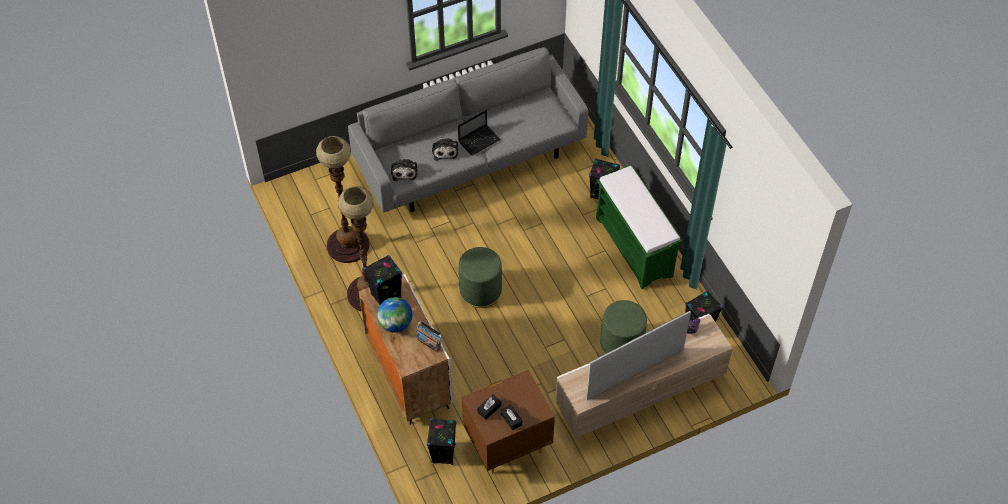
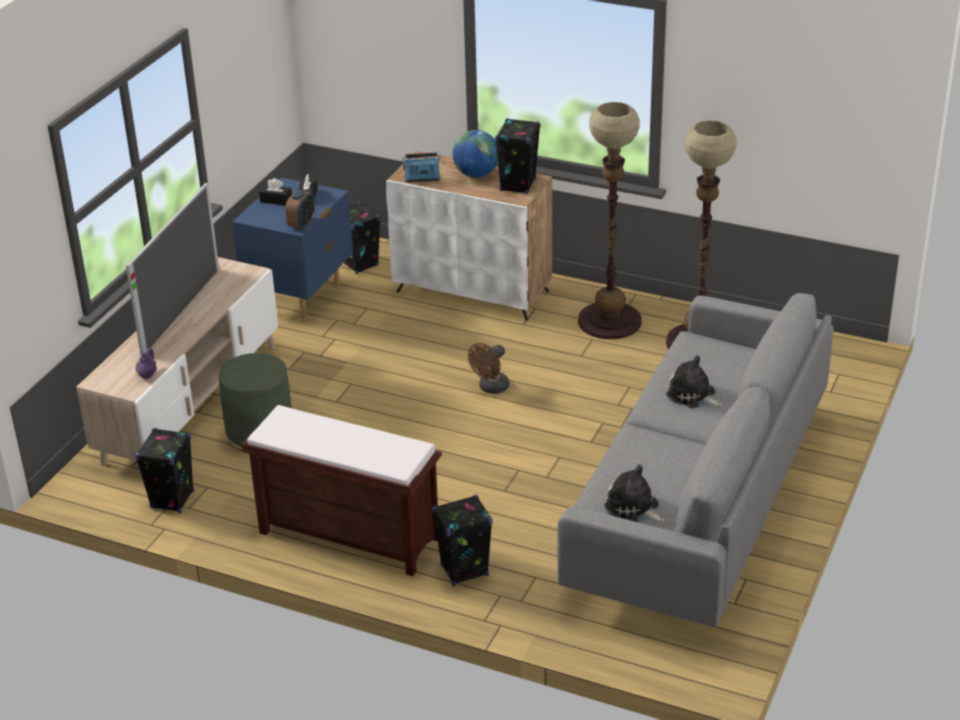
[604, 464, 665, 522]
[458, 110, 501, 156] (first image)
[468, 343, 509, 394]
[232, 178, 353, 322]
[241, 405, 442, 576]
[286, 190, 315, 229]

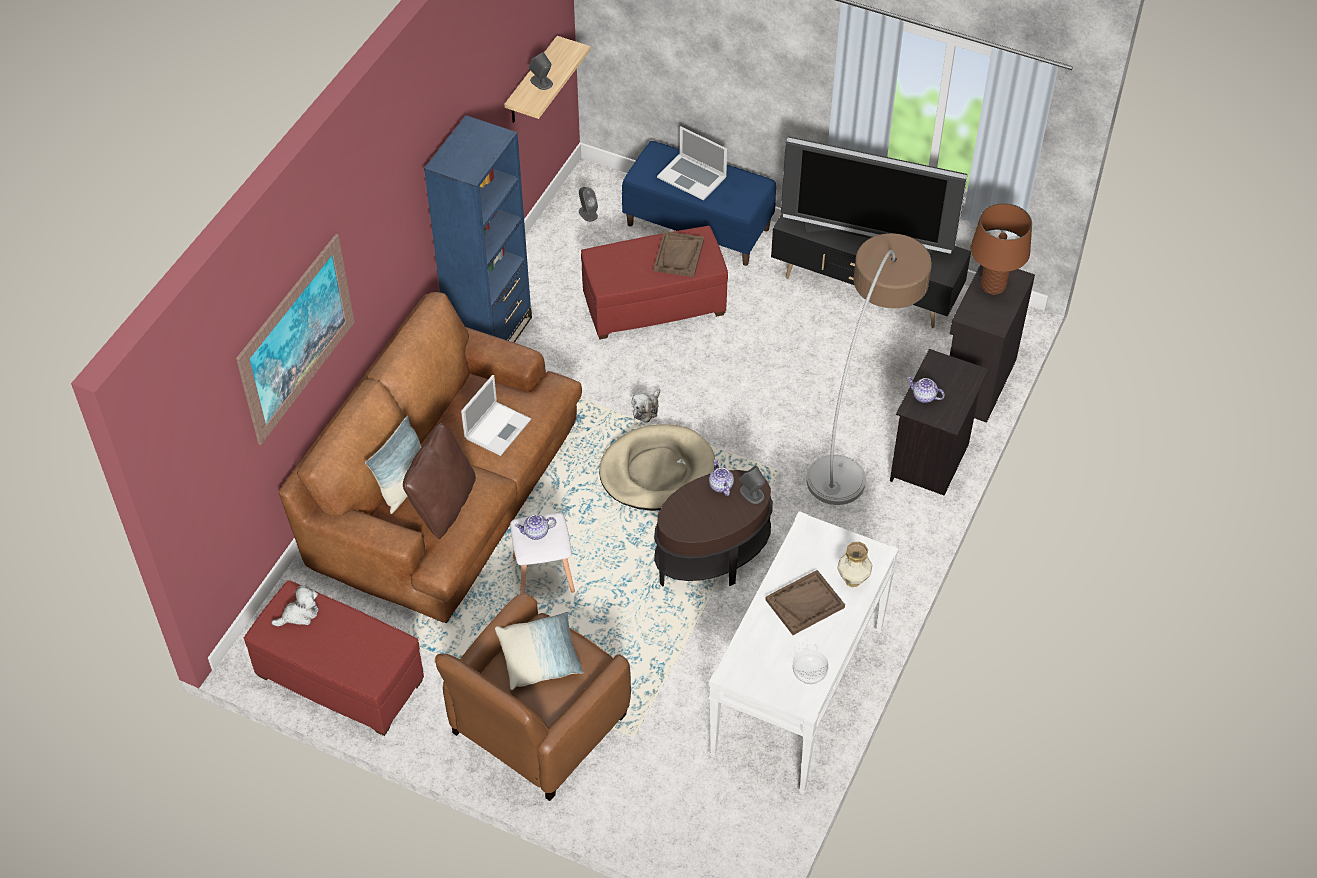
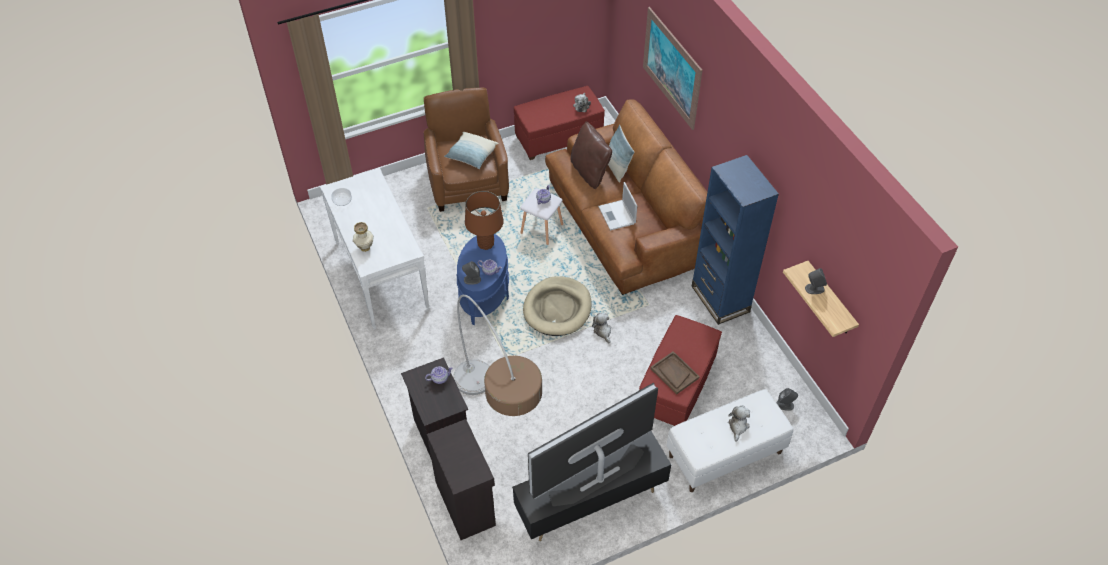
[667, 389, 793, 492]
[457, 234, 509, 325]
[728, 406, 750, 442]
[765, 570, 845, 635] (first image)
[465, 191, 504, 250]

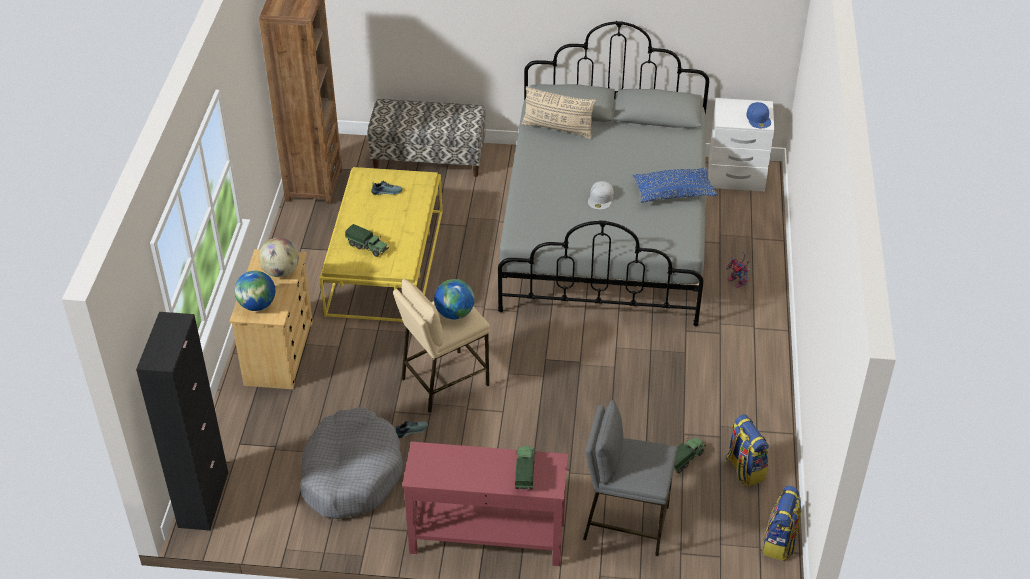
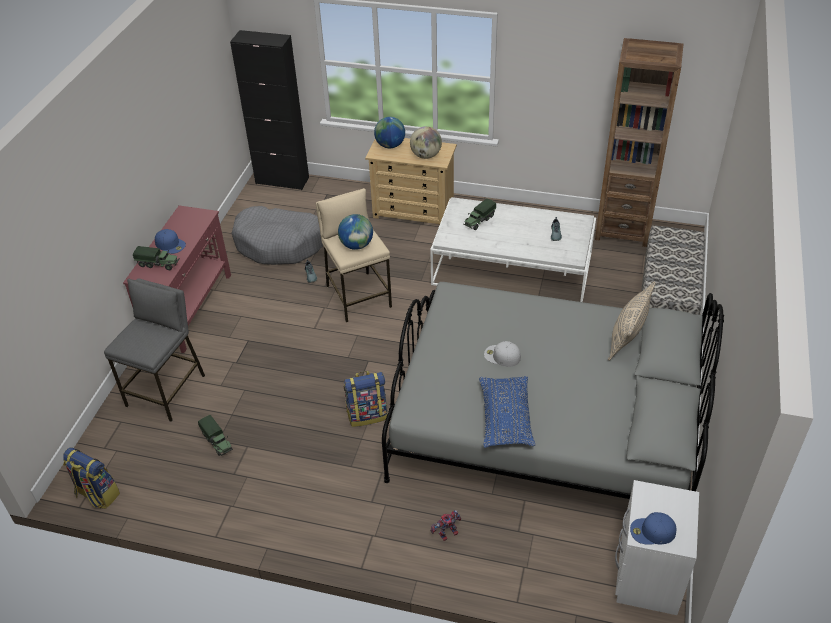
[430, 197, 596, 302]
[344, 371, 388, 427]
[155, 229, 186, 254]

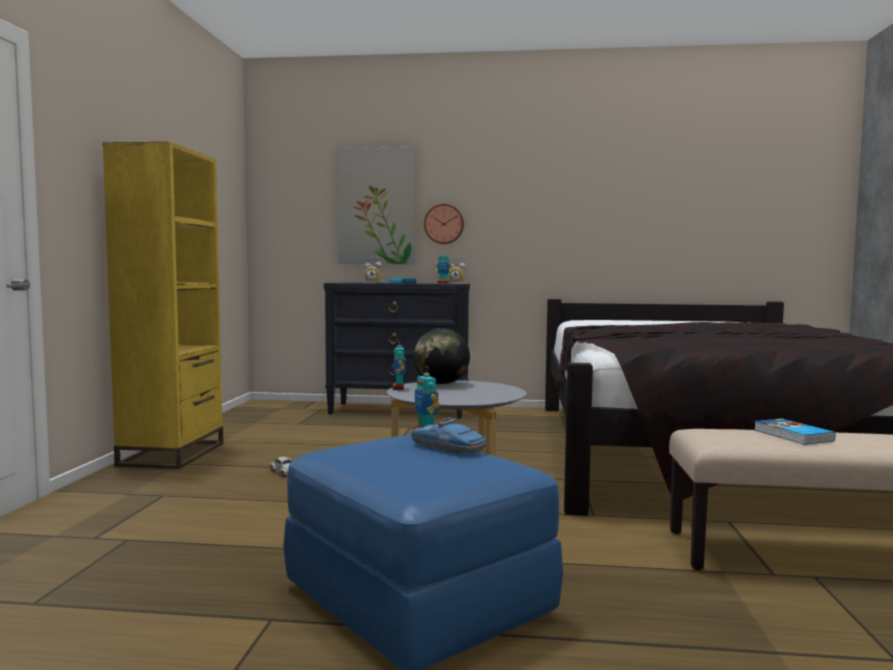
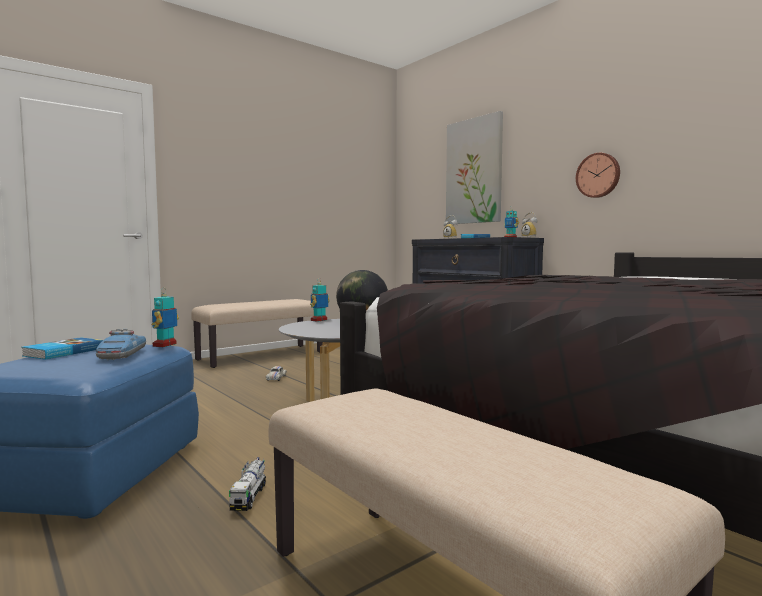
[191, 299, 323, 368]
[576, 153, 620, 198]
[21, 337, 103, 360]
[229, 457, 266, 511]

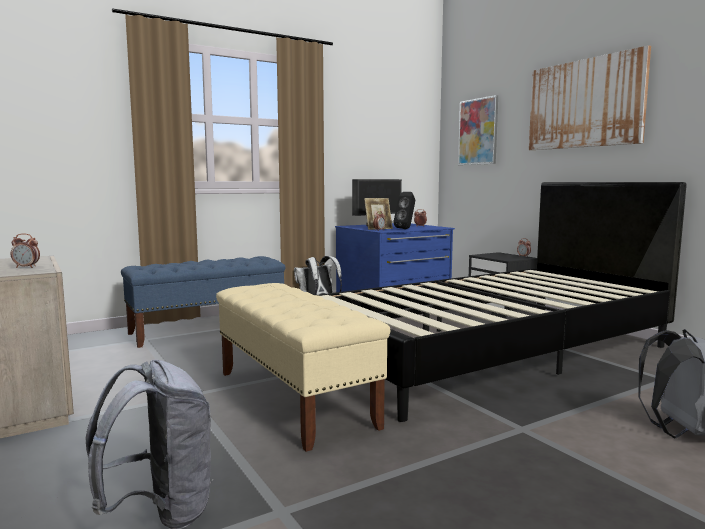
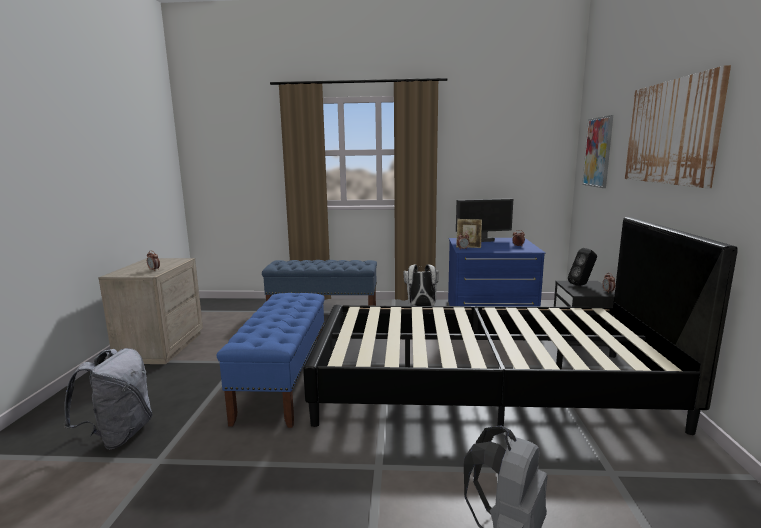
[217, 293, 325, 428]
[568, 248, 597, 286]

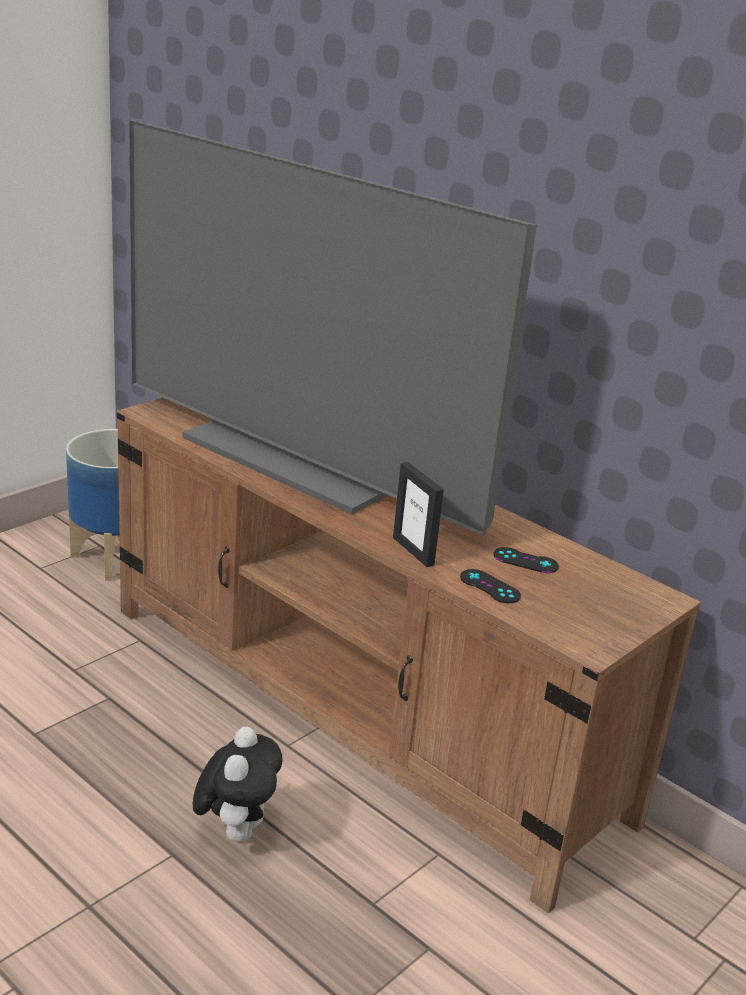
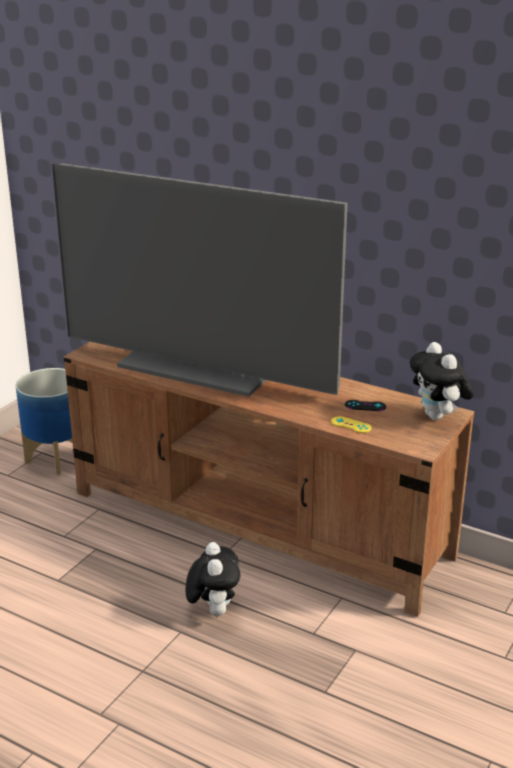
[393, 462, 444, 567] (first image)
[331, 416, 372, 433]
[410, 342, 474, 420]

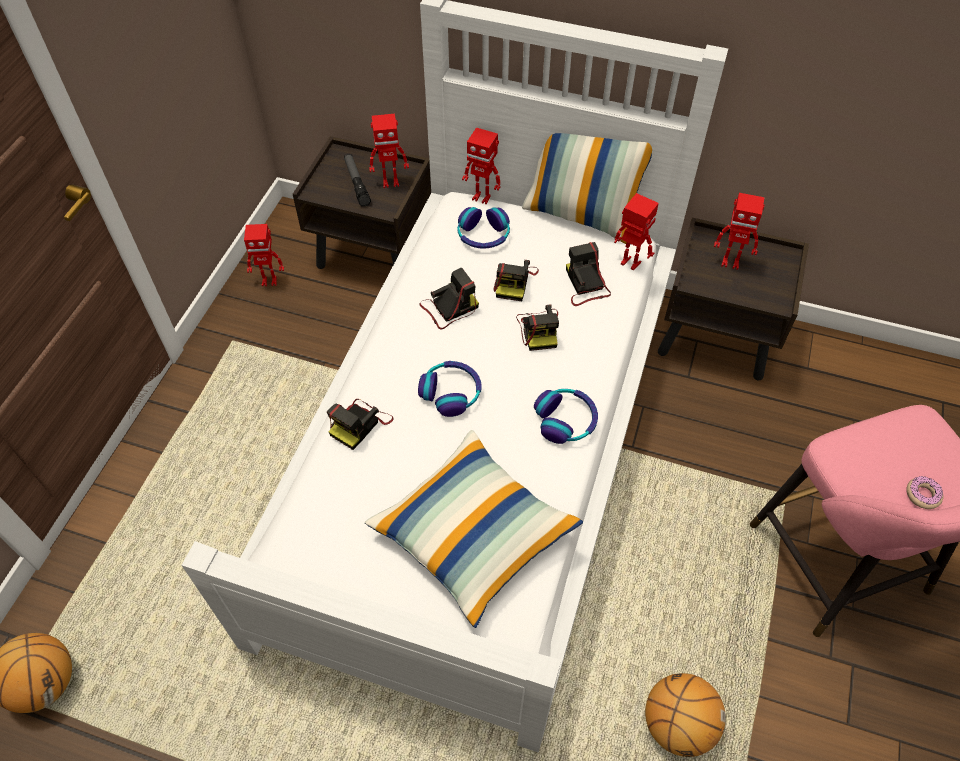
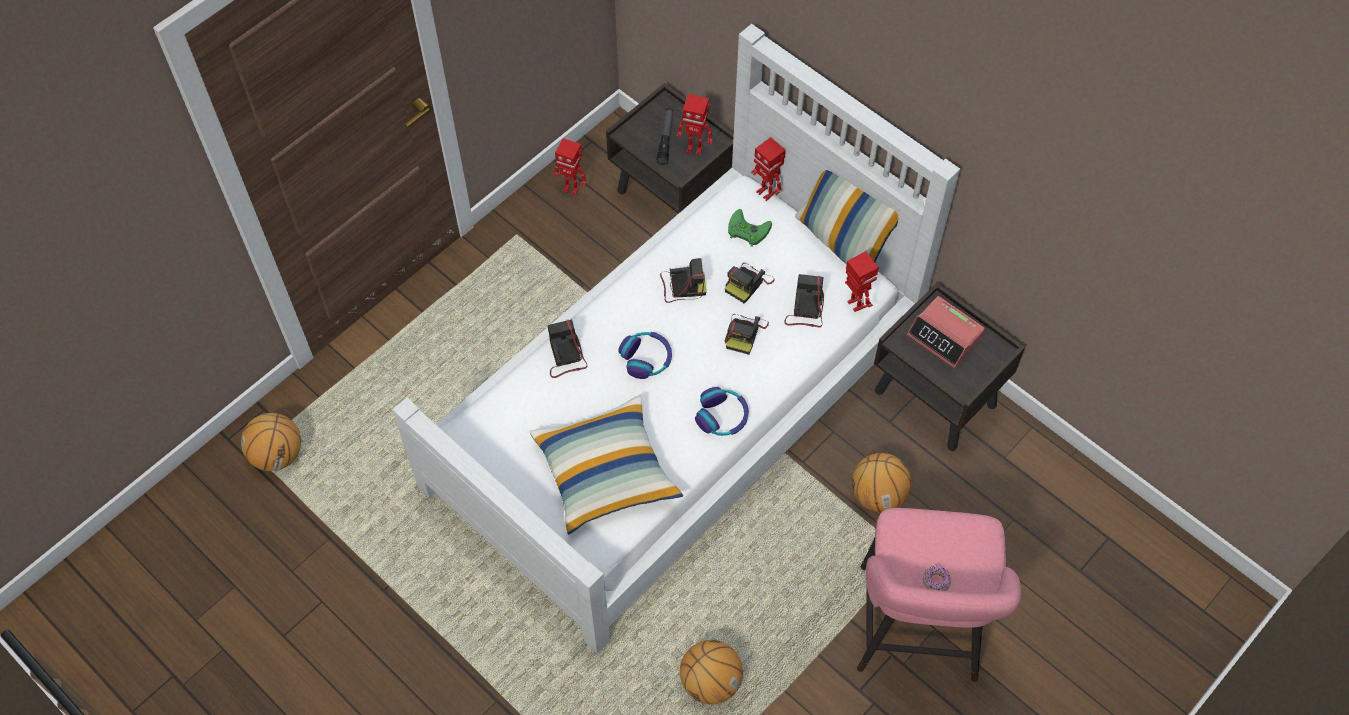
[548, 319, 587, 378]
[728, 209, 772, 247]
[907, 296, 985, 368]
[852, 453, 911, 512]

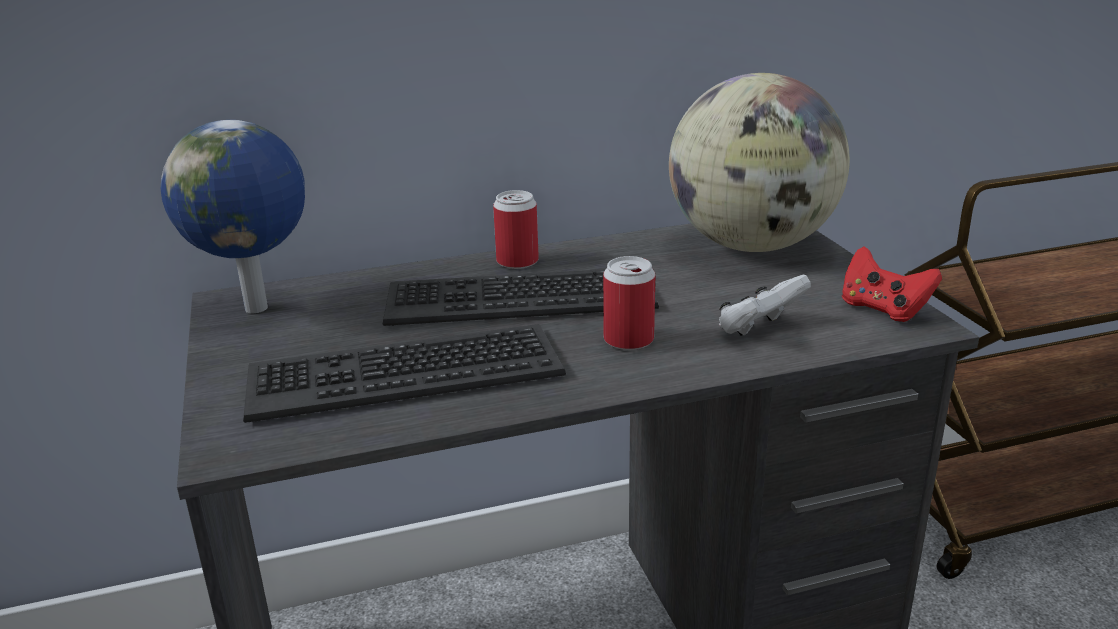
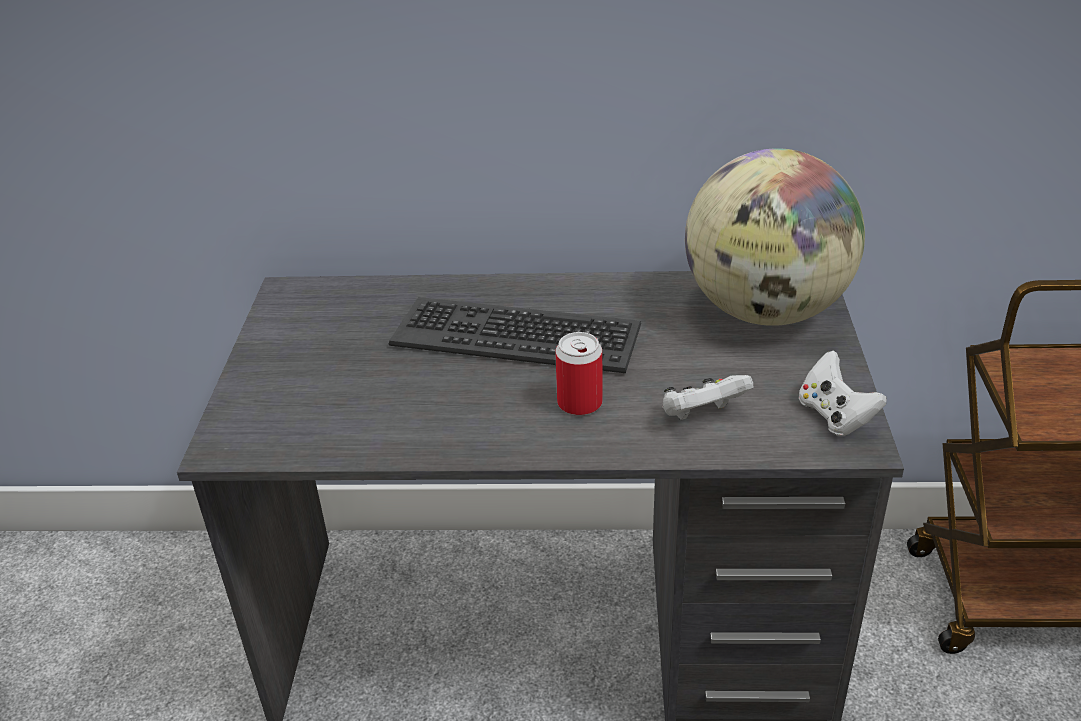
[161, 120, 305, 313] (first image)
[243, 324, 566, 423] (first image)
[493, 190, 539, 269] (first image)
[799, 350, 887, 436]

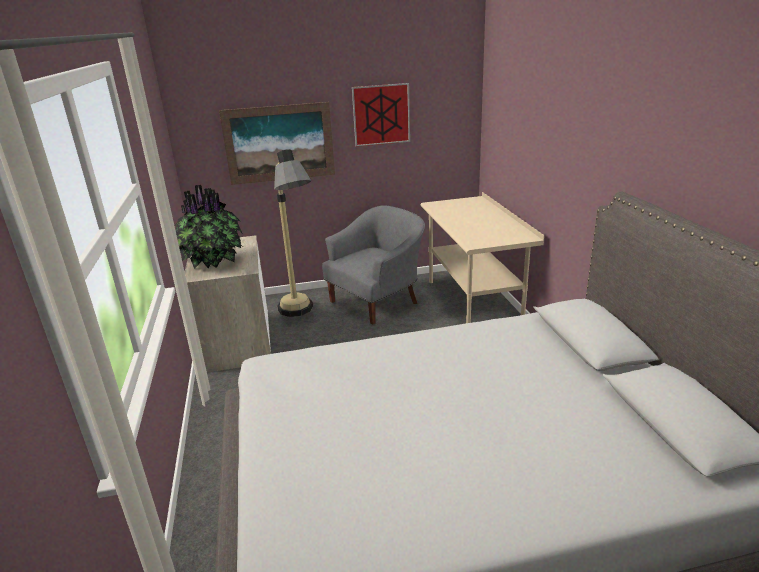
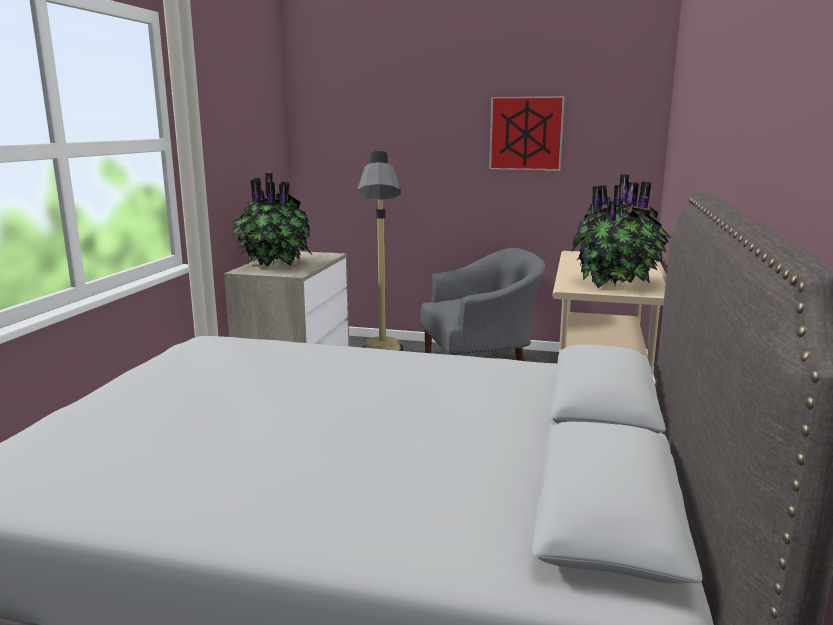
[219, 102, 335, 185] (first image)
[571, 175, 671, 288]

